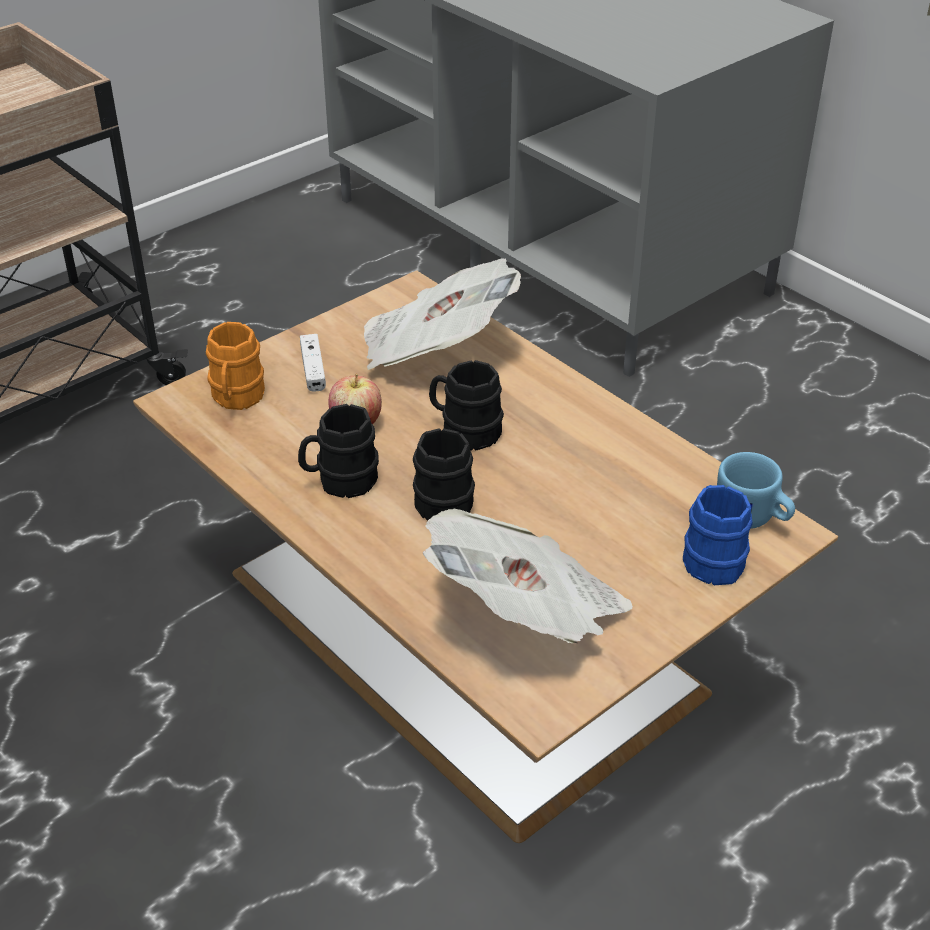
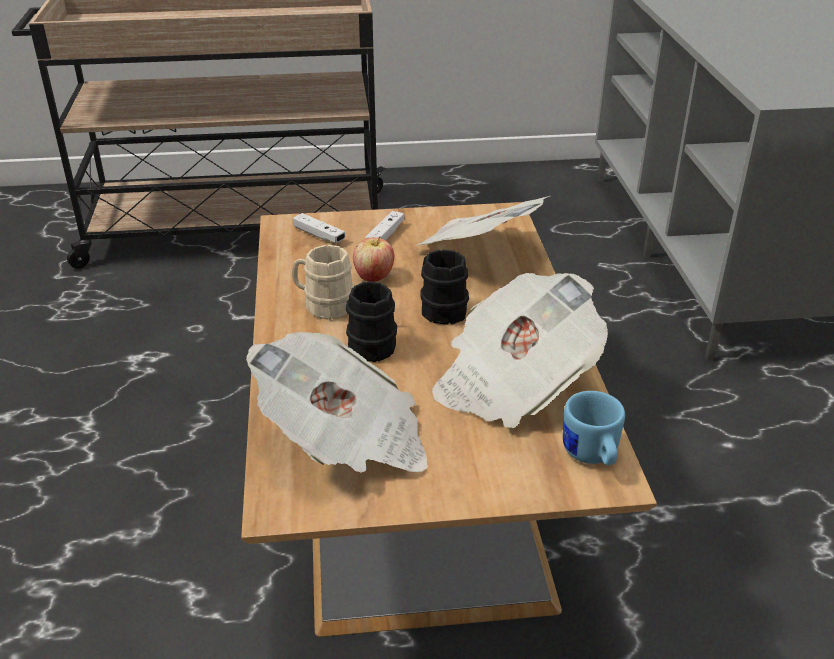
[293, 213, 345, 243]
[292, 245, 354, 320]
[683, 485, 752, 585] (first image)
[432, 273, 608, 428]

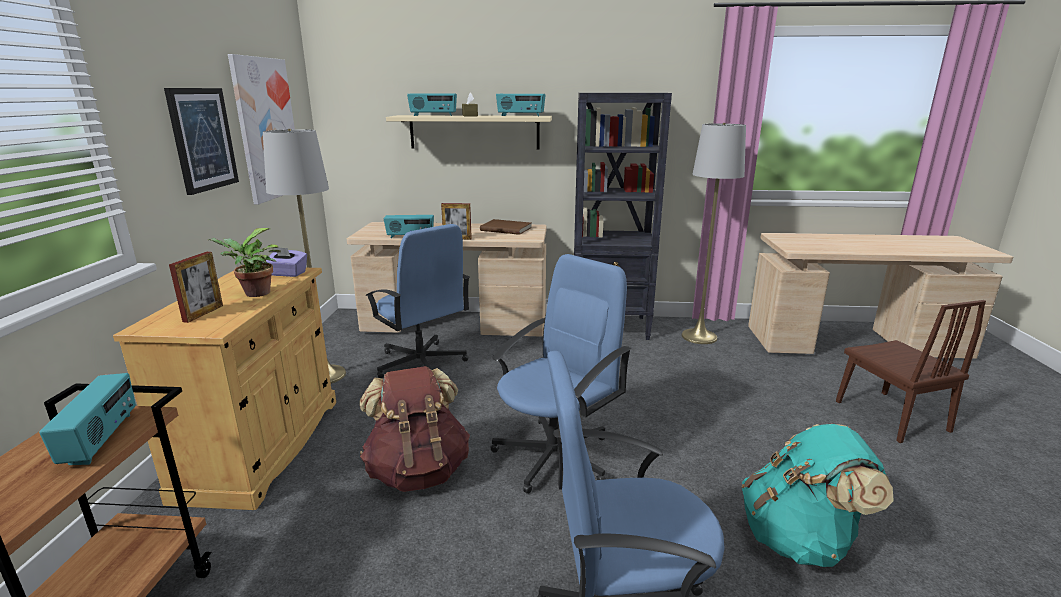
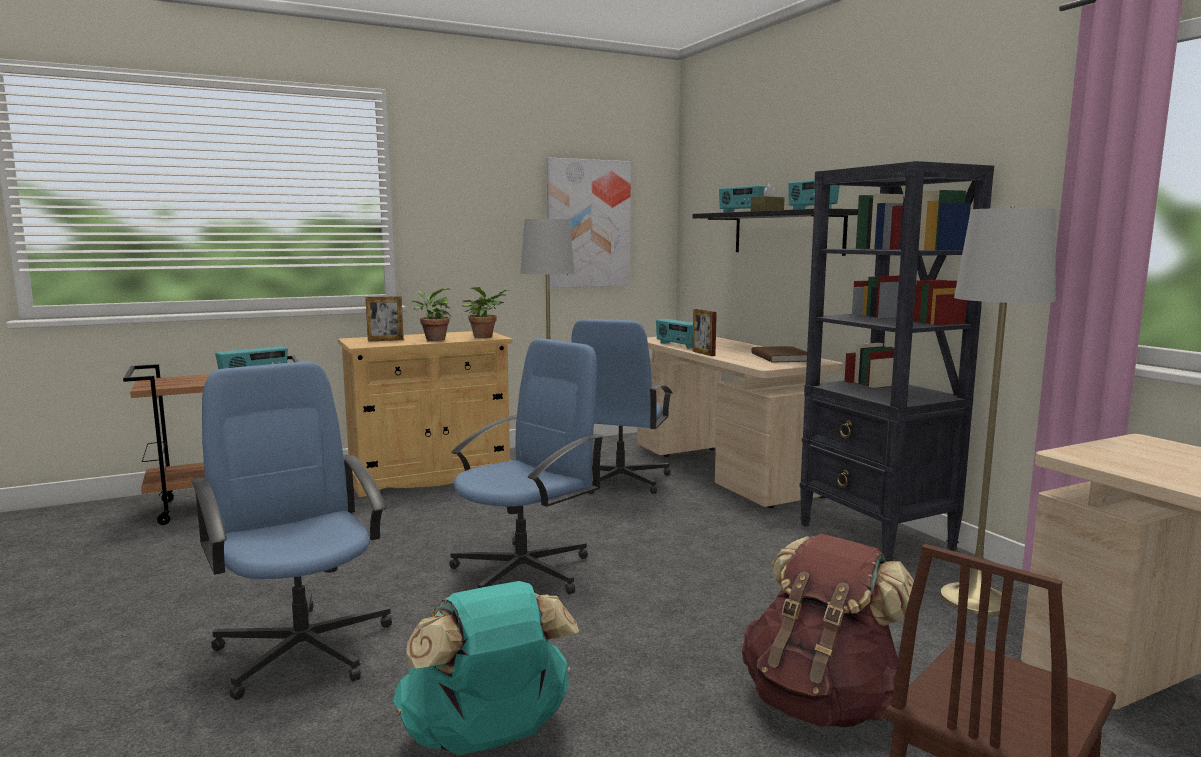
[164, 88, 239, 195] (first image)
[462, 287, 509, 338]
[742, 534, 914, 727]
[692, 209, 858, 256]
[449, 338, 604, 594]

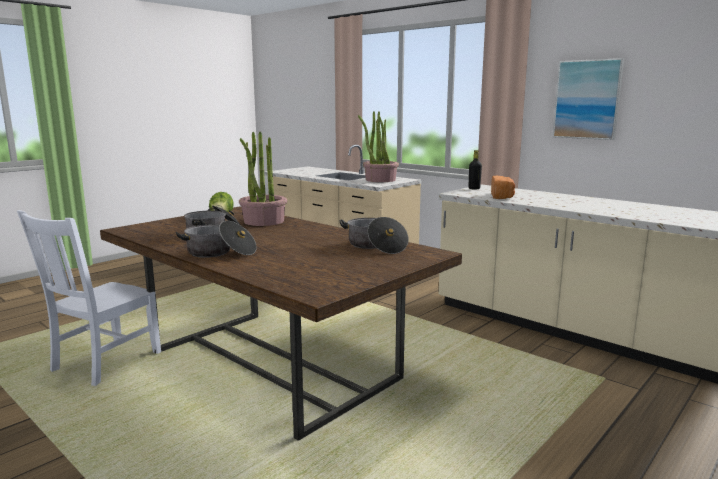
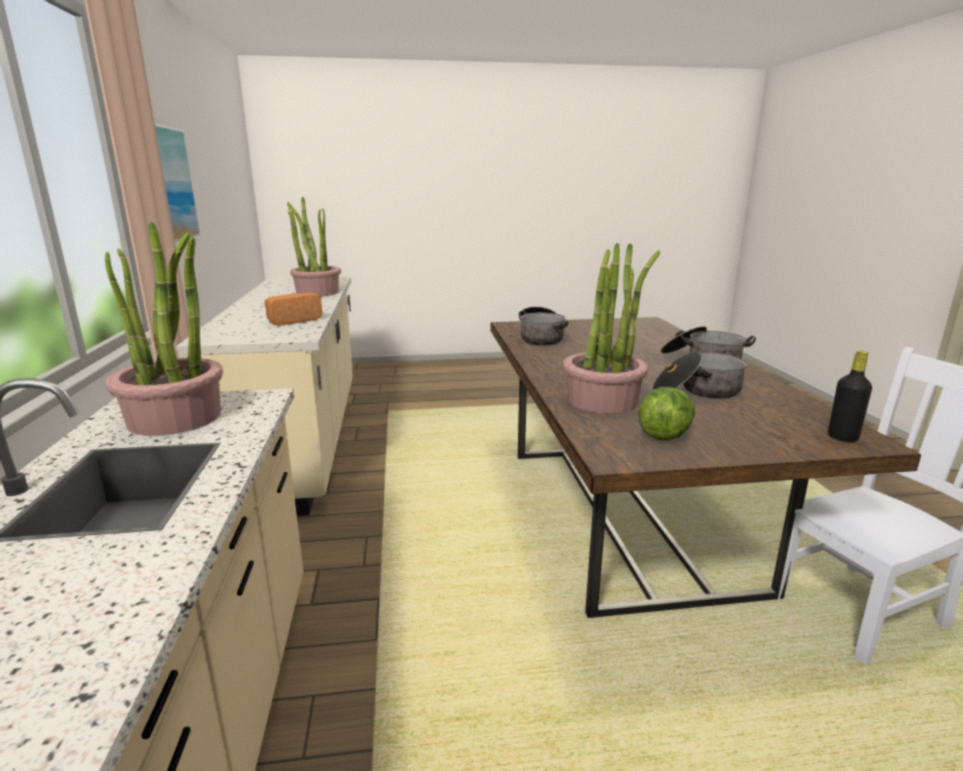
[828, 350, 872, 442]
[287, 197, 341, 297]

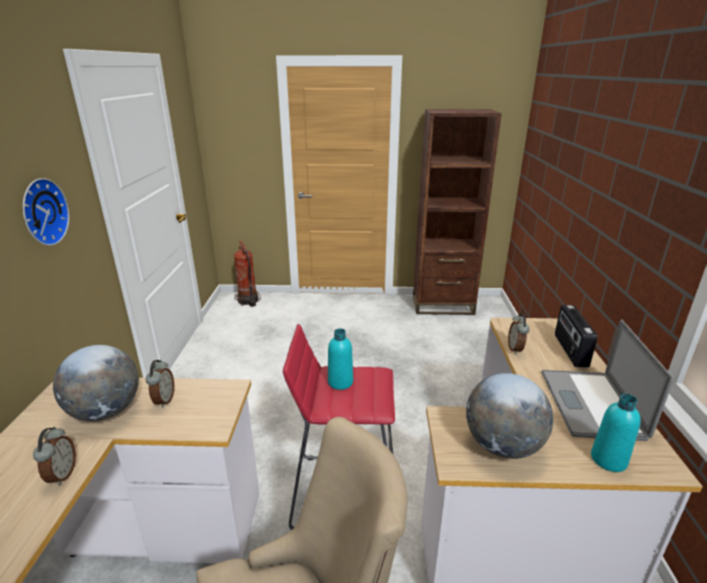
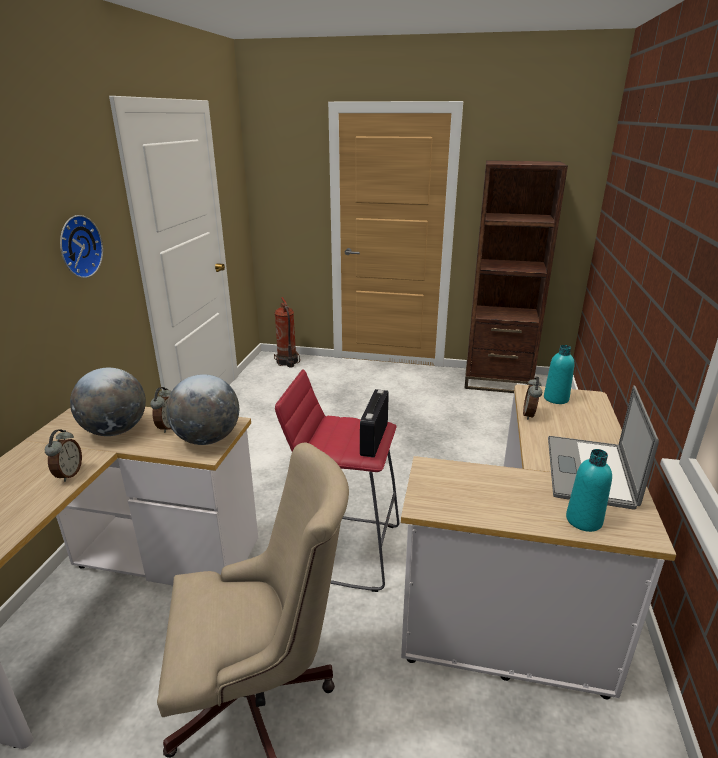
[544, 345, 574, 404]
[166, 374, 239, 445]
[360, 389, 389, 458]

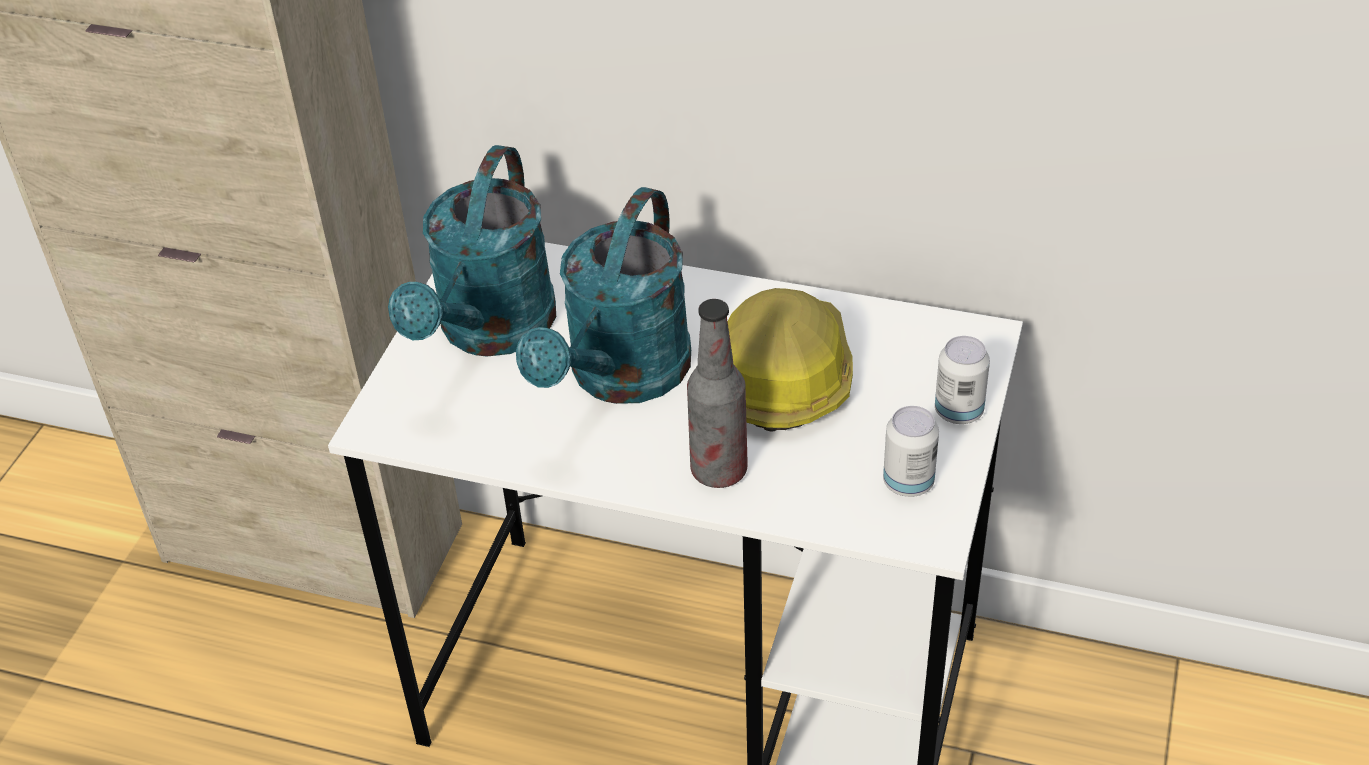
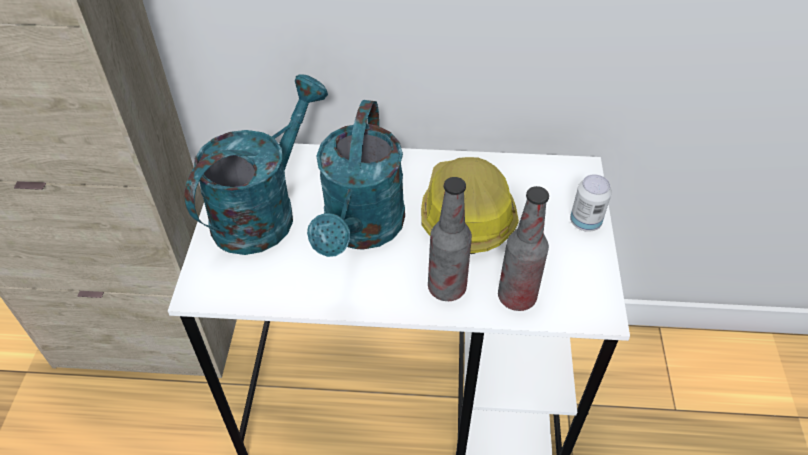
[184, 74, 328, 255]
[883, 406, 939, 497] (first image)
[498, 186, 549, 311]

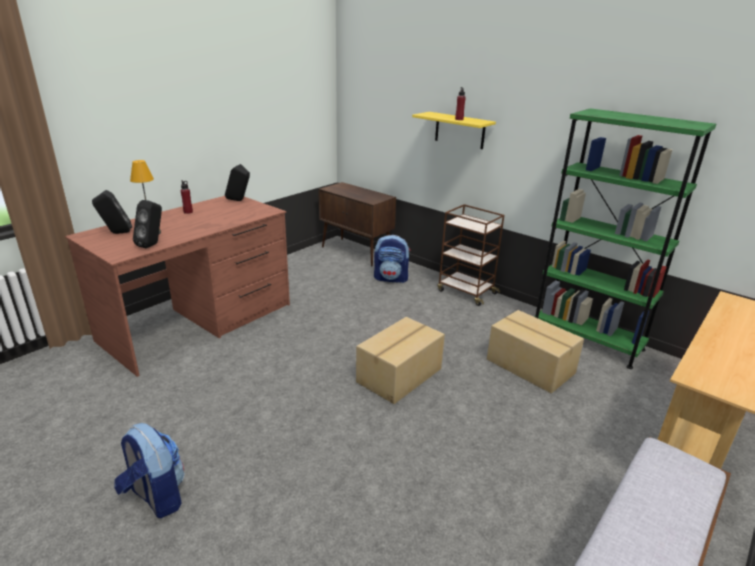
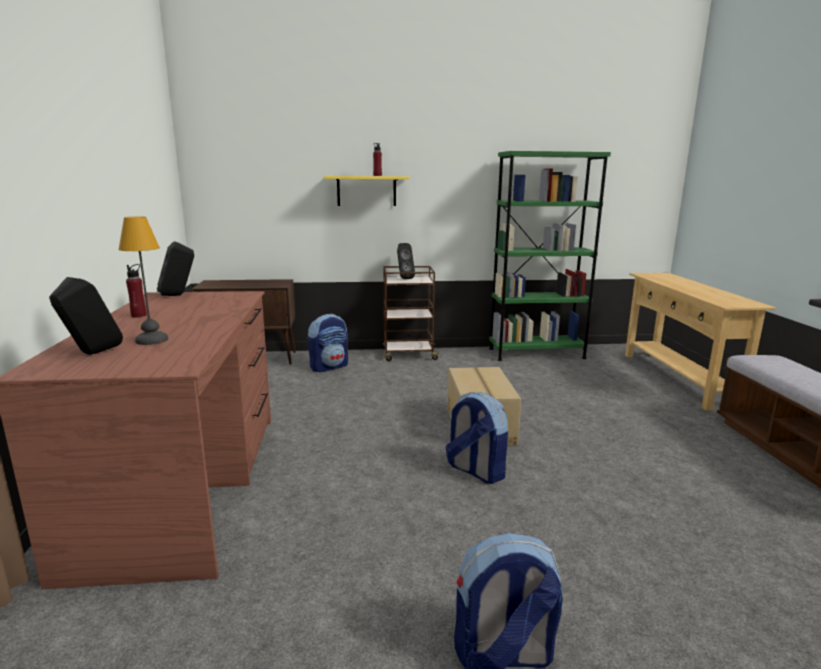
[397, 243, 415, 279]
[487, 310, 584, 393] (first image)
[446, 392, 508, 484]

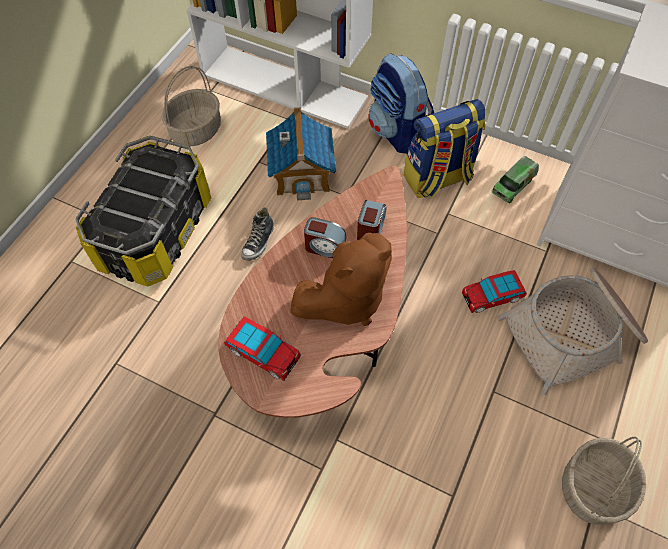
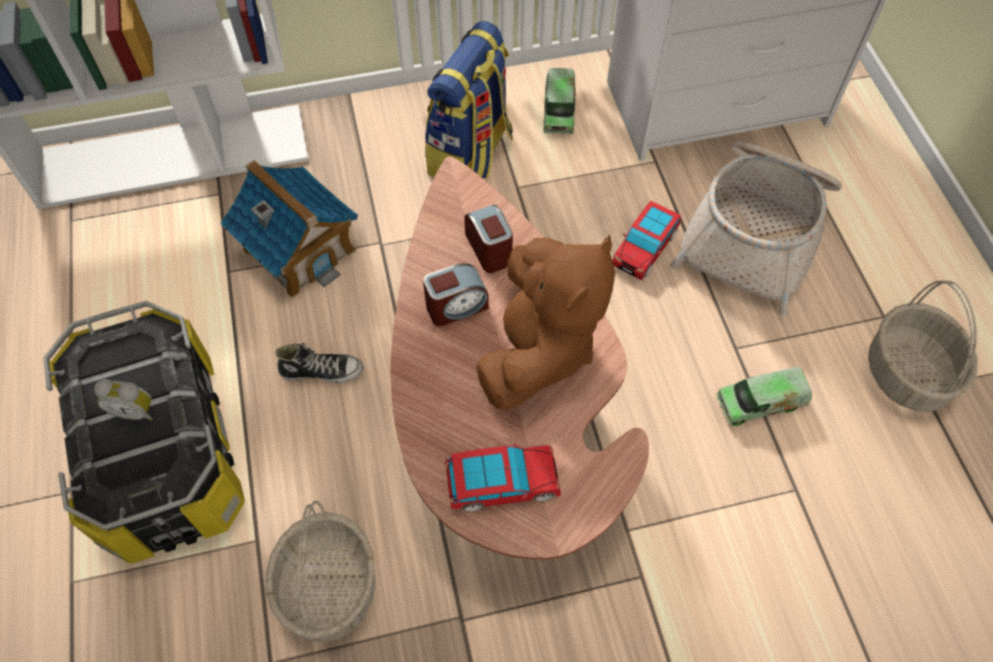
[266, 501, 376, 643]
[275, 343, 363, 383]
[369, 53, 434, 154] (first image)
[94, 379, 153, 421]
[717, 367, 812, 426]

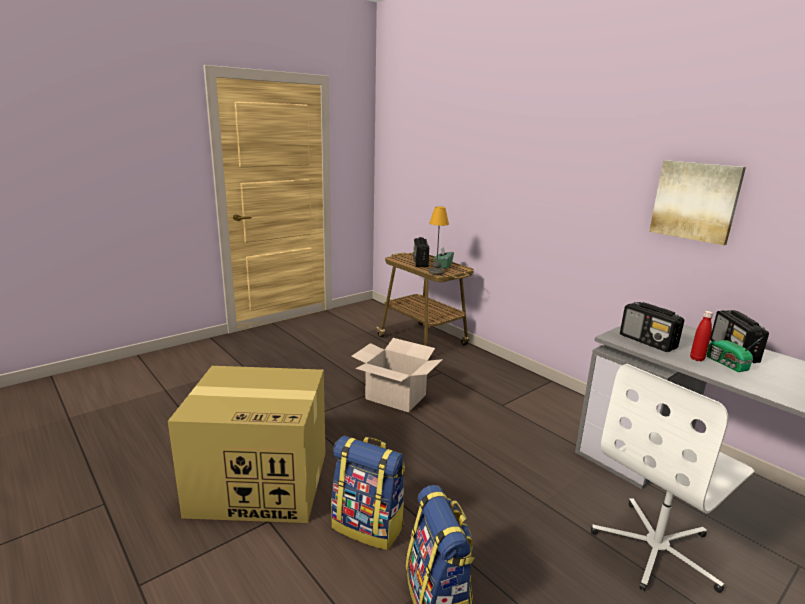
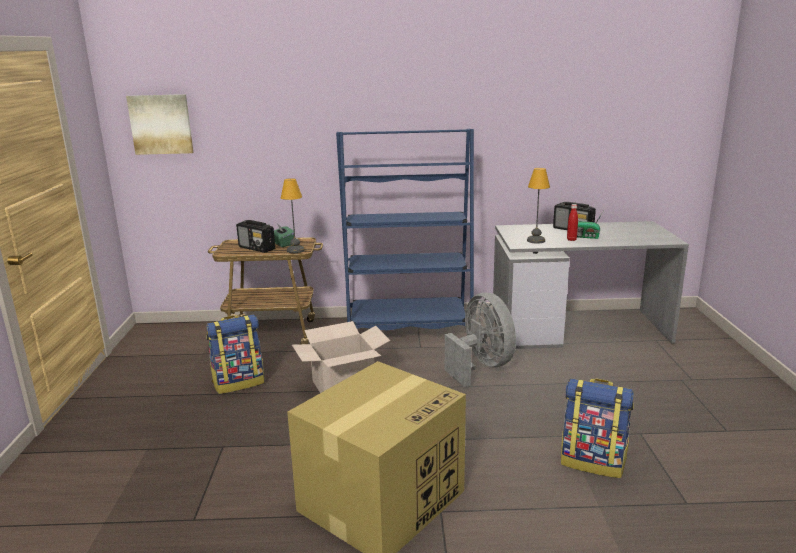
[206, 315, 265, 394]
[591, 364, 754, 593] (first image)
[527, 168, 550, 244]
[126, 94, 194, 155]
[336, 129, 474, 330]
[445, 293, 516, 387]

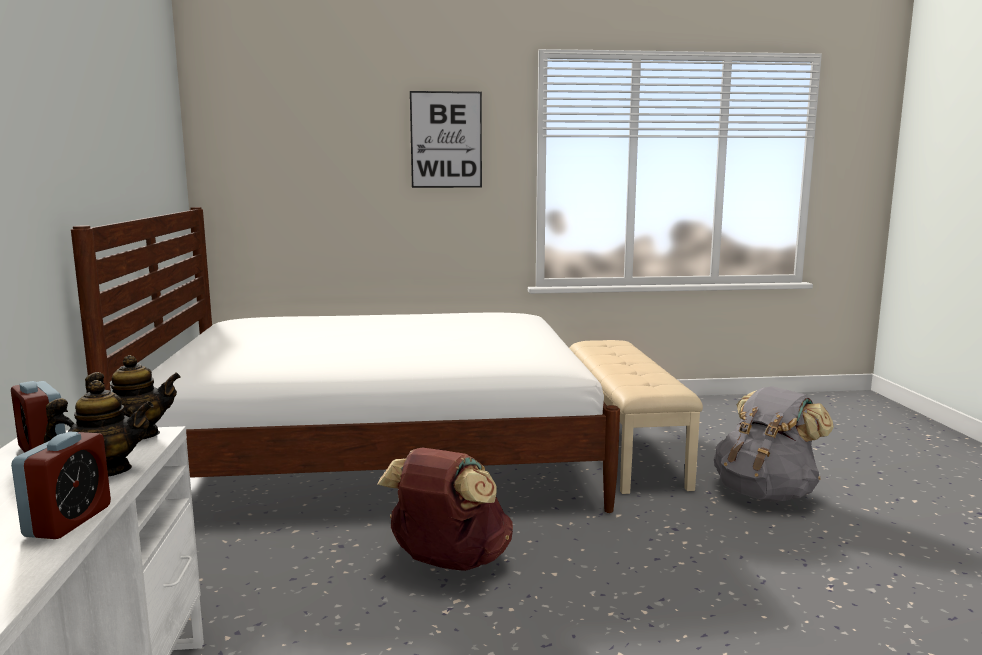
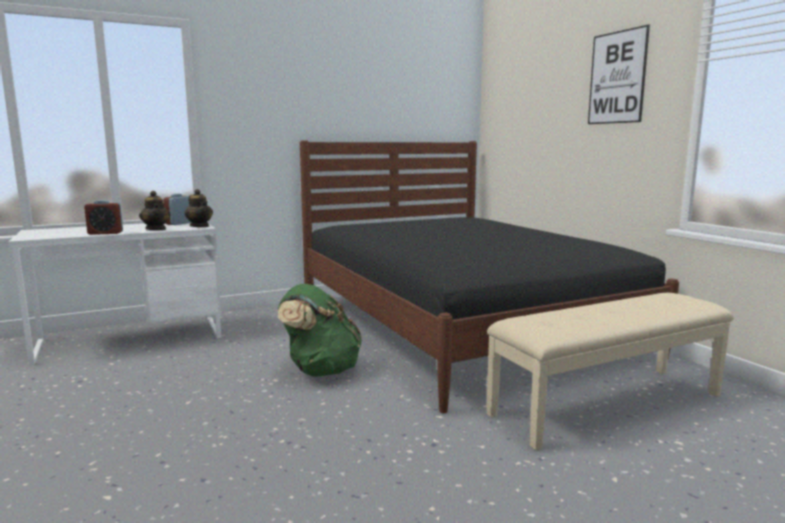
[300, 141, 679, 413]
[278, 284, 362, 377]
[714, 386, 834, 502] (first image)

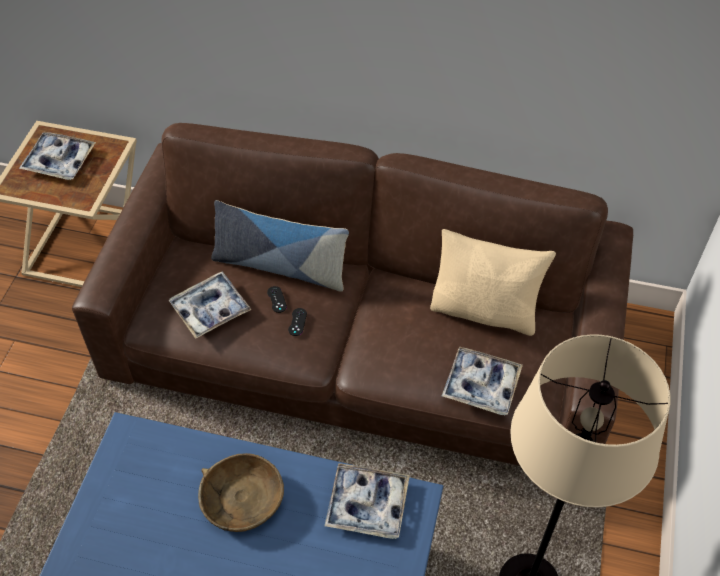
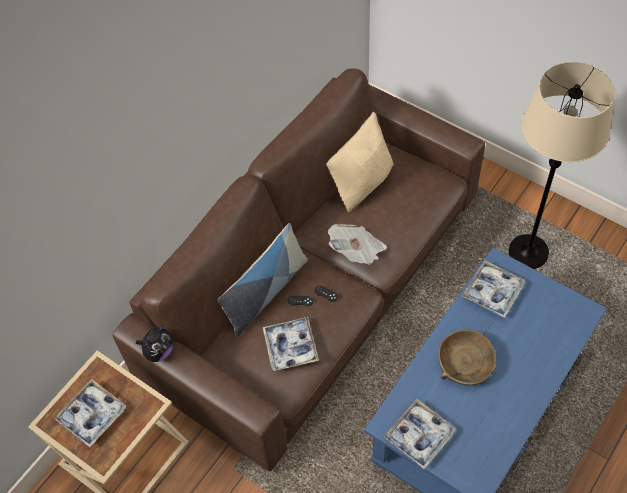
[384, 399, 456, 469]
[136, 325, 173, 362]
[328, 224, 387, 265]

